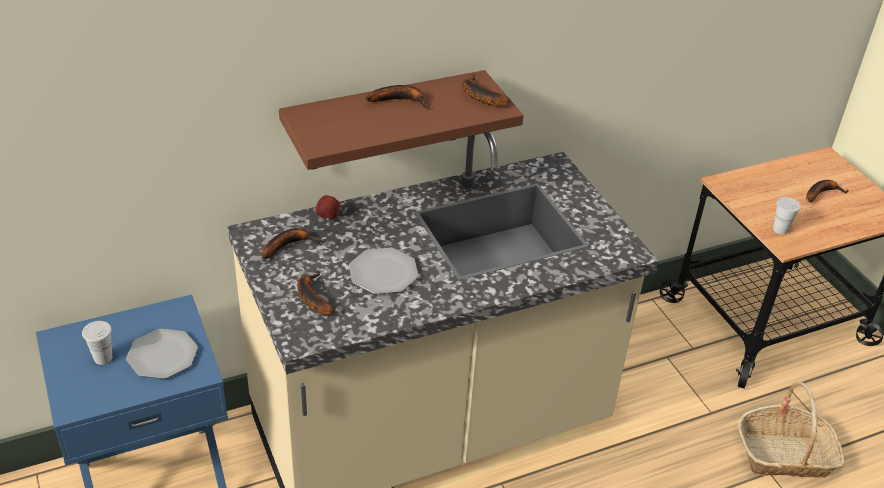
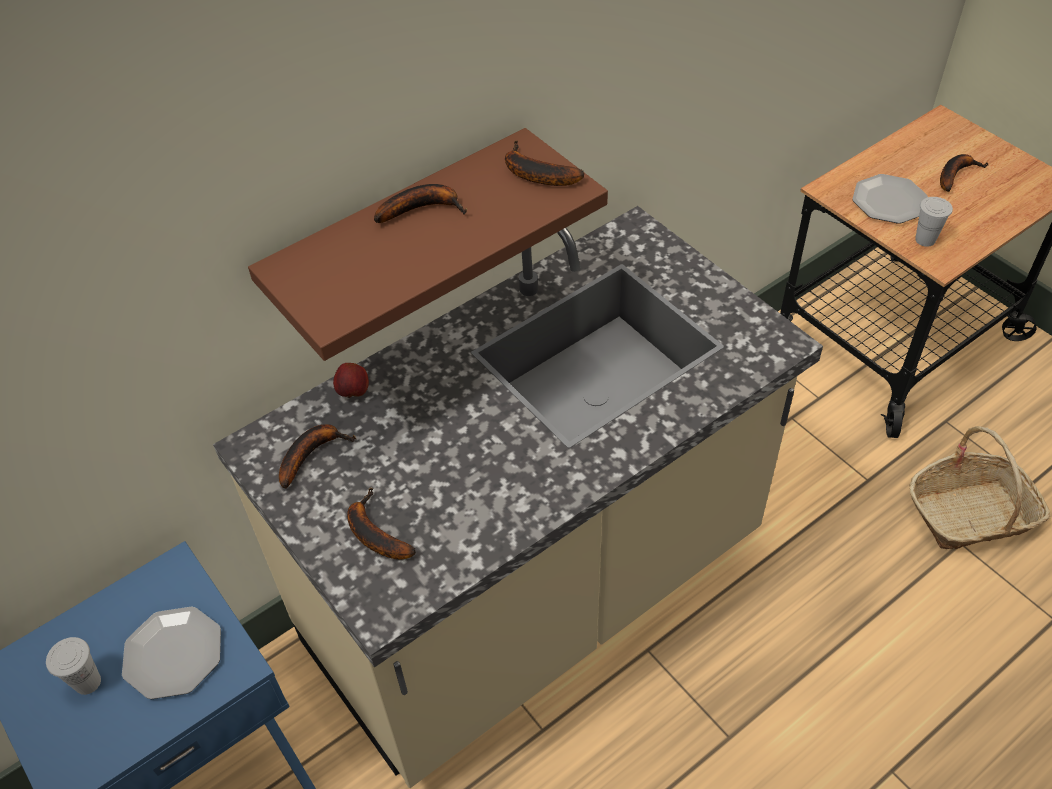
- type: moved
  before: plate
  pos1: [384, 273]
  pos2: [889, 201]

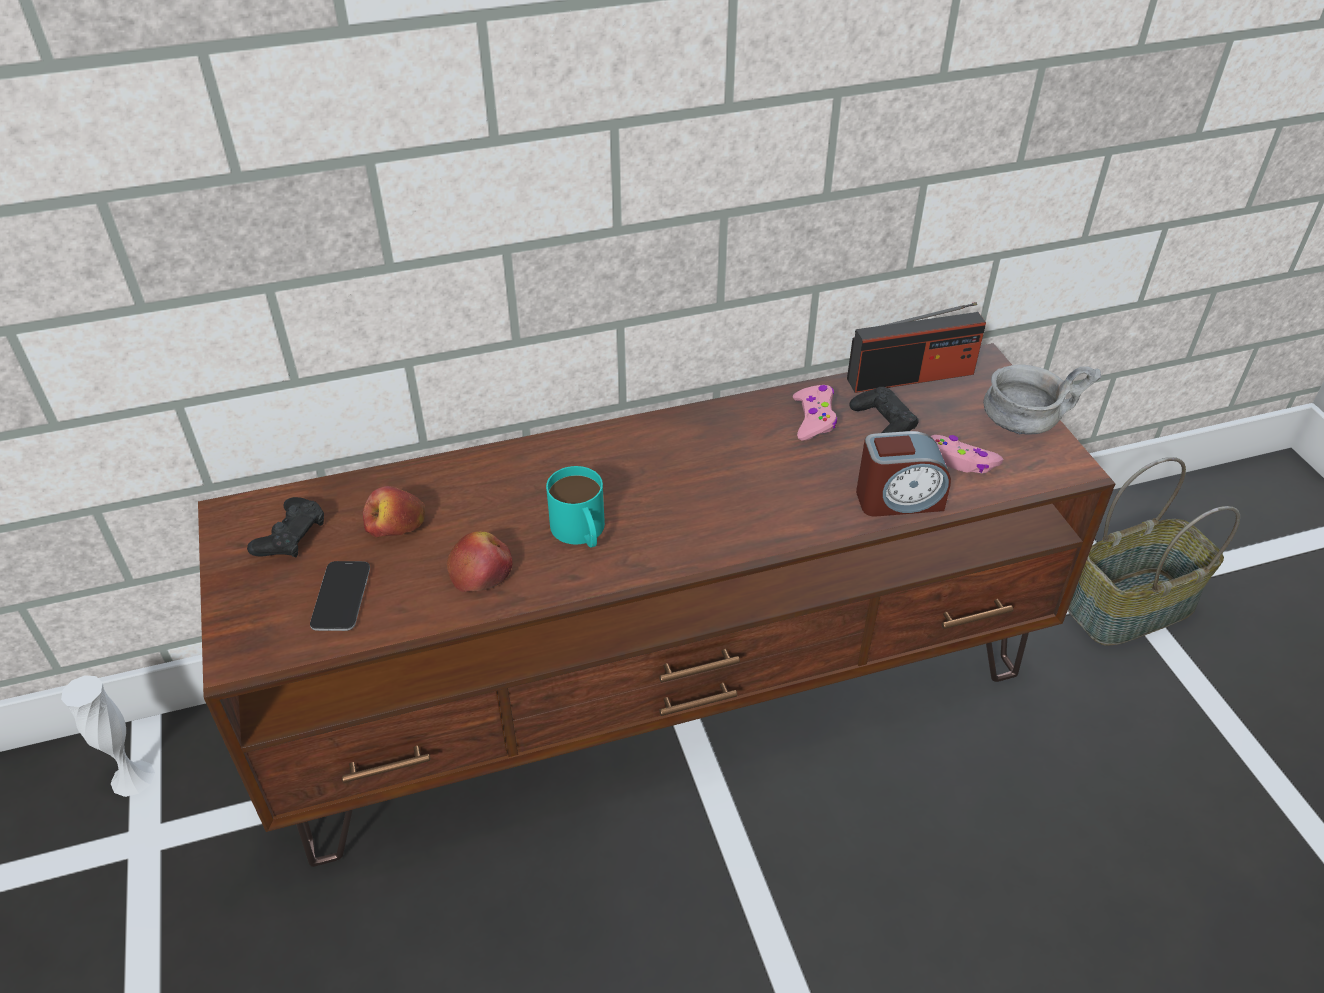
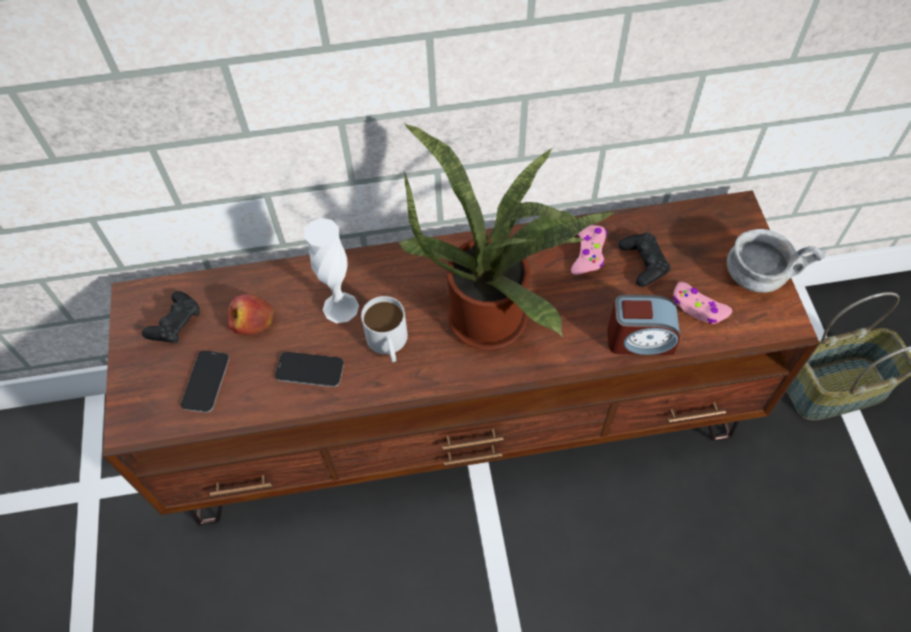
- type: moved
  before: white-coloured flower vase
  pos1: [132, 778]
  pos2: [340, 307]
- type: replaced
  before: apple
  after: phone
  pos1: [481, 570]
  pos2: [310, 370]
- type: recoloured
  before: turquoise-coloured coffee mug
  after: white-coloured coffee mug
  pos1: [581, 532]
  pos2: [388, 343]
- type: removed
  before: radio receiver
  pos1: [911, 376]
- type: added
  after: potted plant
  pos2: [494, 313]

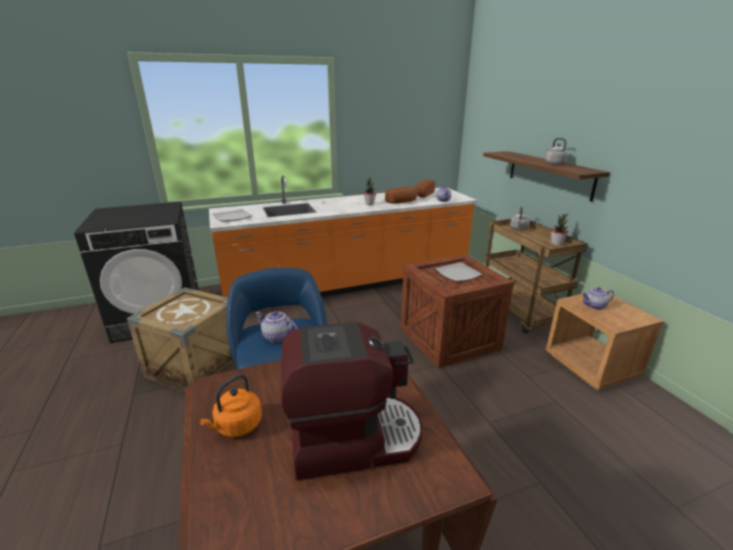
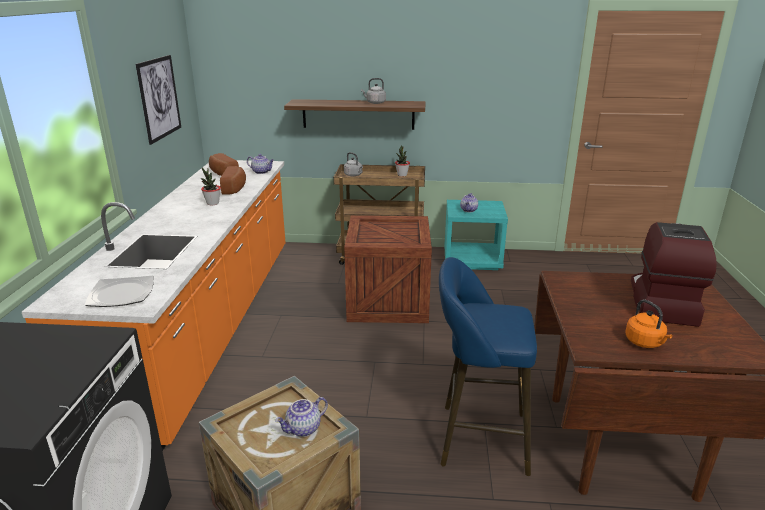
- type: moved
  before: pot for tea
  pos1: [277, 337]
  pos2: [303, 429]
- type: removed
  before: plate
  pos1: [457, 274]
- type: recoloured
  before: brown bedside table
  after: turquoise-coloured bedside table
  pos1: [591, 366]
  pos2: [472, 260]
- type: added
  after: wall art
  pos2: [159, 98]

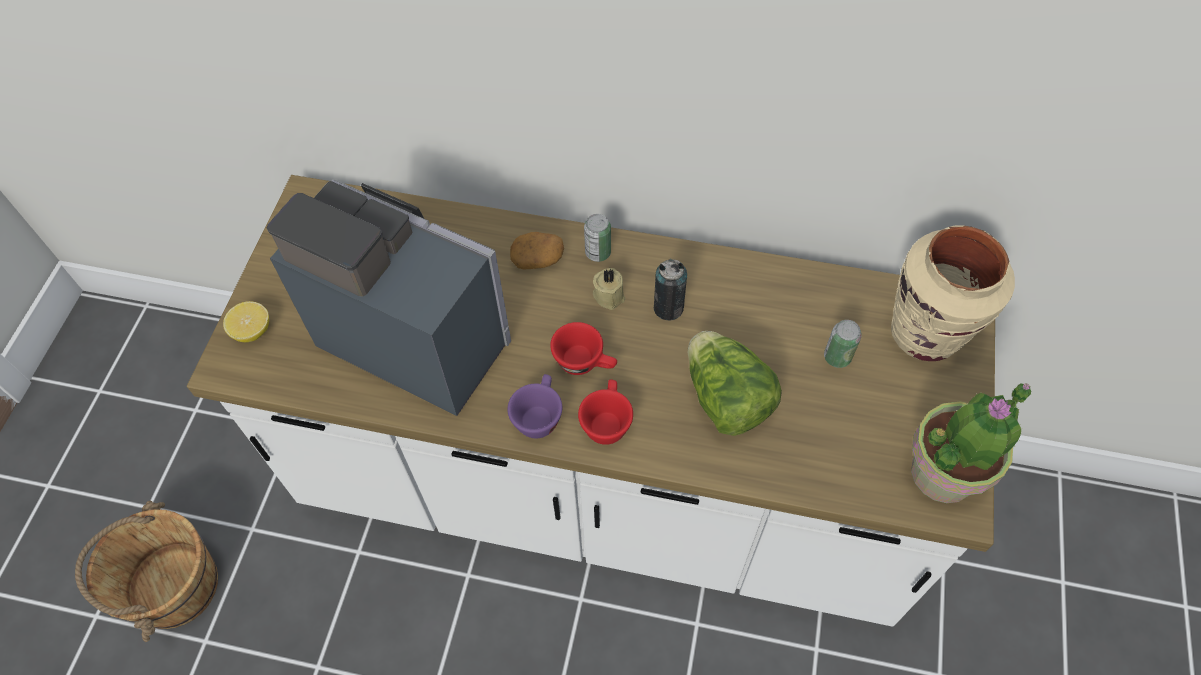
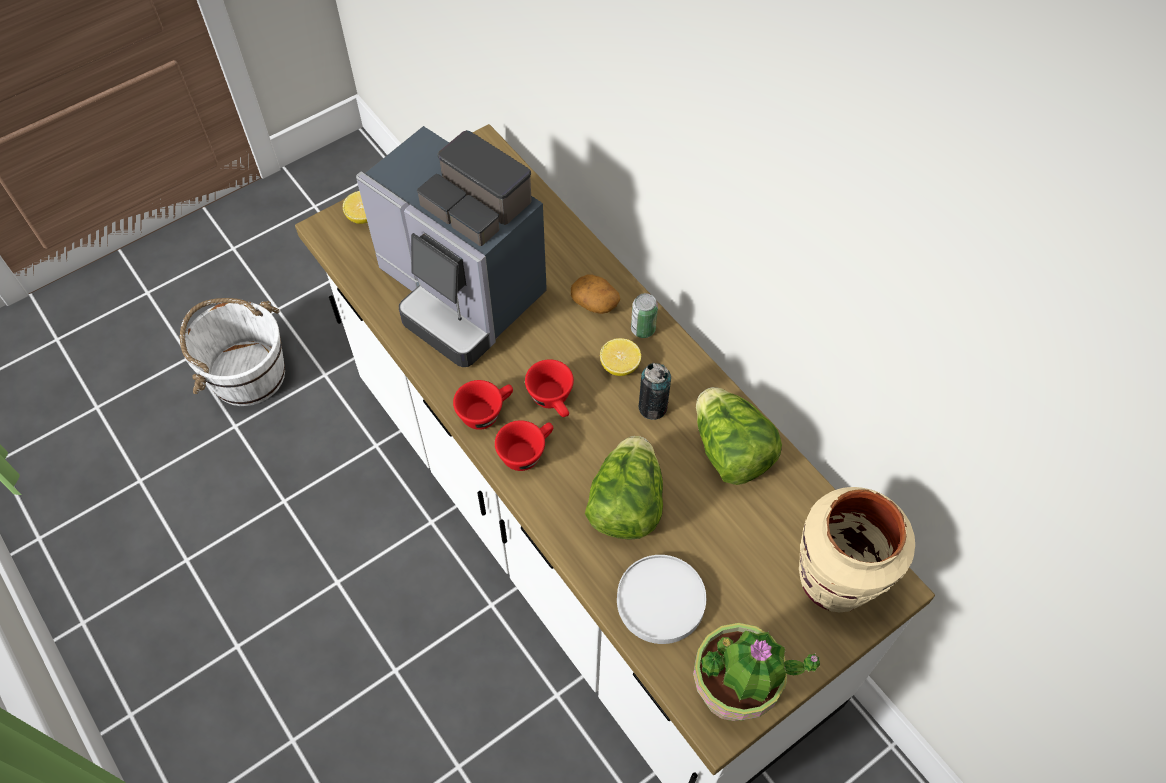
- type: recoloured
  before: brown bucket
  after: white-coloured bucket
  pos1: [173, 586]
  pos2: [247, 374]
- type: turned
  before: coffee brewer
  pos1: [414, 333]
  pos2: [461, 293]
  turn: 150
- type: recoloured
  before: purple-coloured small cup
  after: red-coloured small cup
  pos1: [538, 415]
  pos2: [486, 412]
- type: replaced
  before: sand-coloured candle
  after: lemon
  pos1: [609, 295]
  pos2: [619, 366]
- type: removed
  before: metal can
  pos1: [837, 357]
- type: added
  after: white-coloured plate
  pos2: [660, 601]
- type: added
  after: lettuce
  pos2: [729, 451]

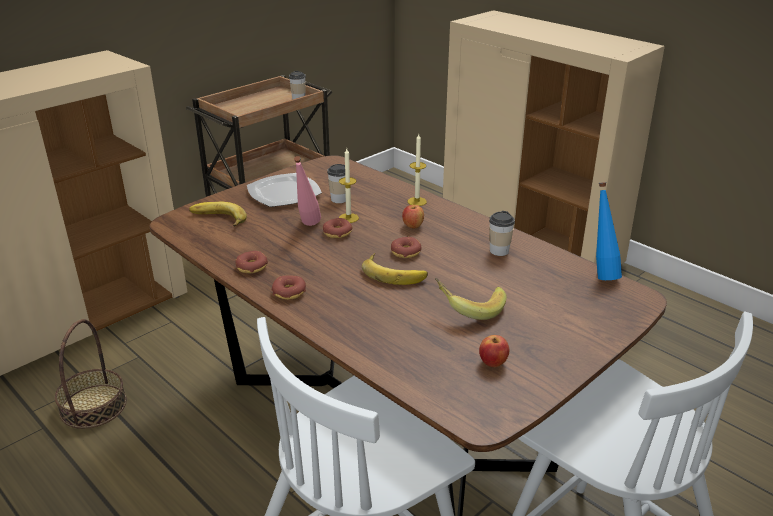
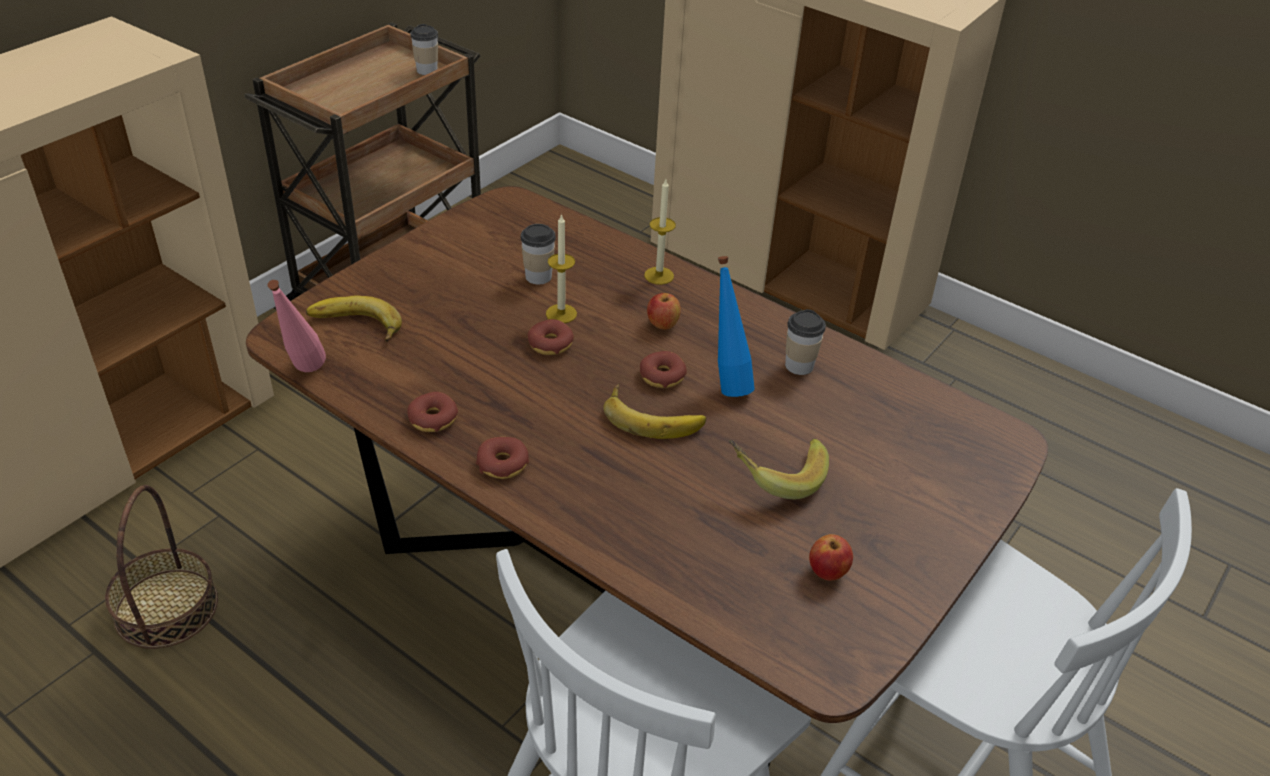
- type: removed
  before: plate
  pos1: [284, 192]
- type: moved
  before: pink-coloured drink bottle
  pos1: [307, 227]
  pos2: [304, 375]
- type: moved
  before: bluish drink bottle
  pos1: [601, 274]
  pos2: [726, 382]

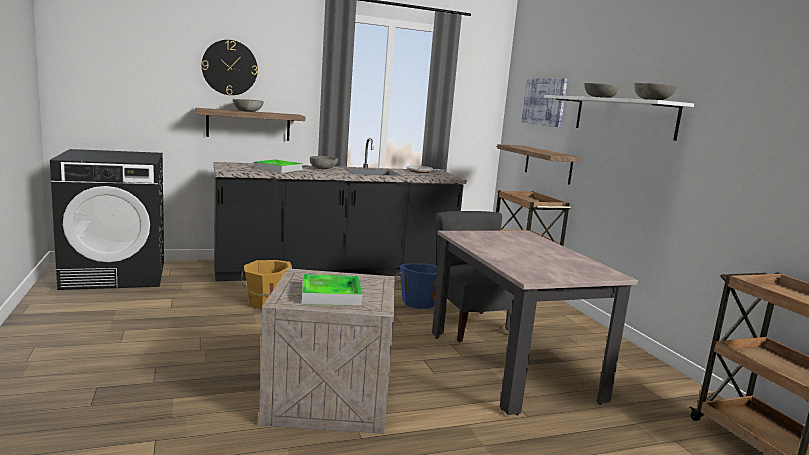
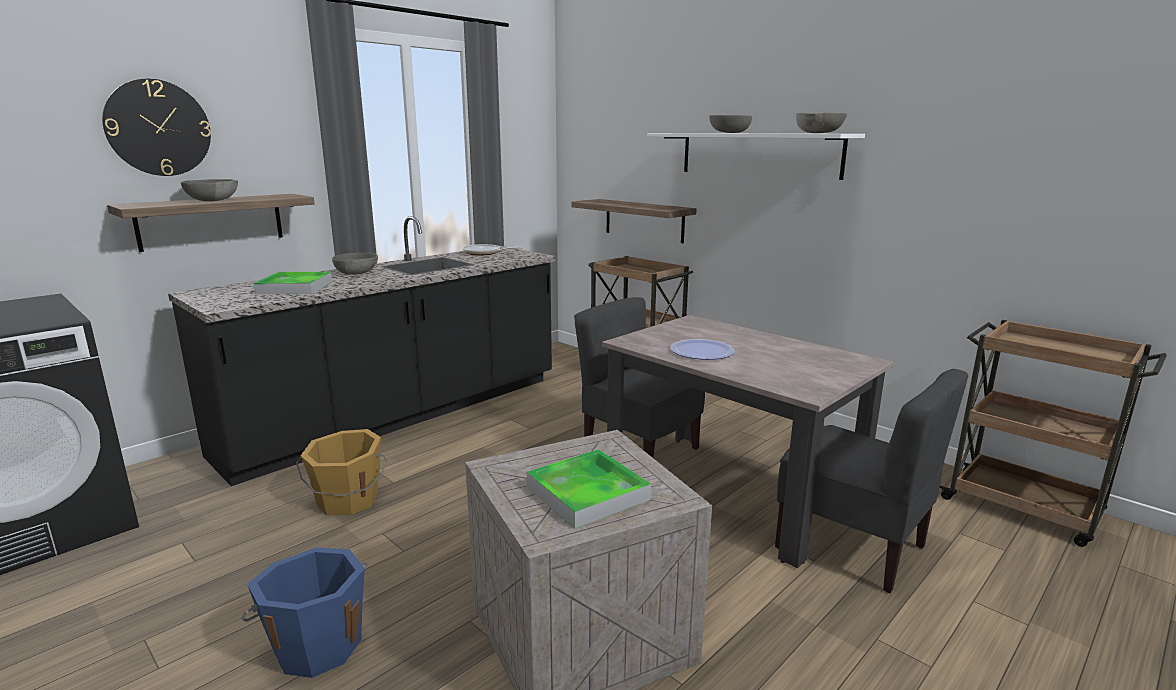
- type: moved
  before: bluish bucket
  pos1: [419, 302]
  pos2: [317, 645]
- type: removed
  before: wall art
  pos1: [544, 102]
- type: added
  after: plate
  pos2: [702, 351]
- type: added
  after: greyish chair
  pos2: [851, 546]

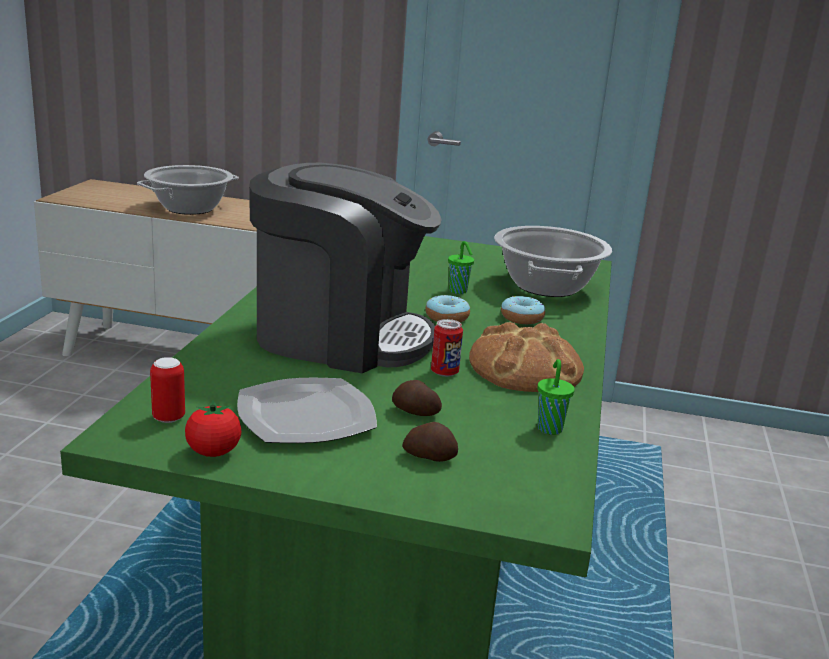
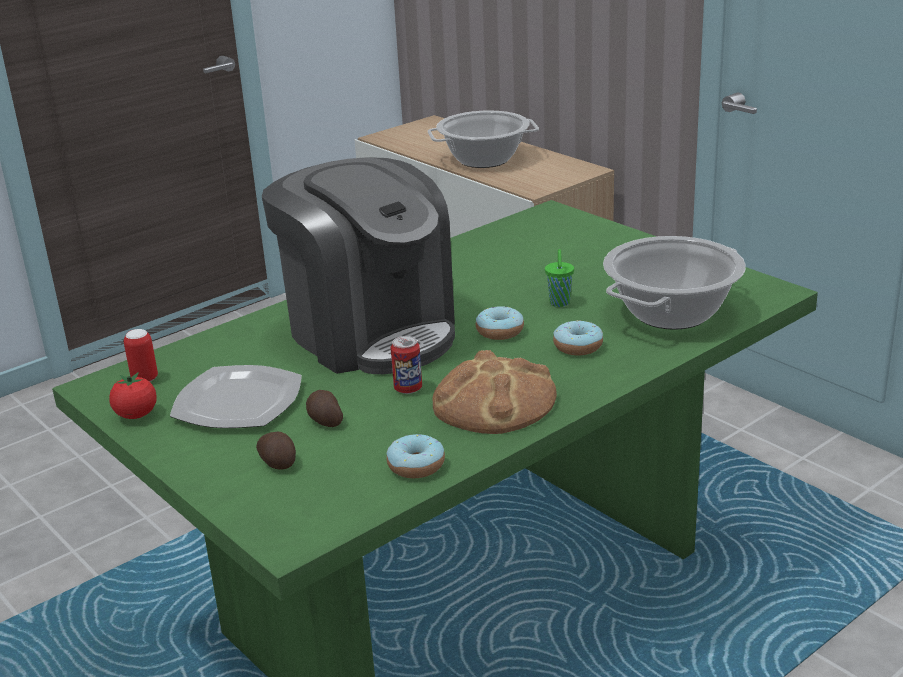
- type: replaced
  before: green-coloured small cup
  after: doughnut
  pos1: [549, 428]
  pos2: [416, 466]

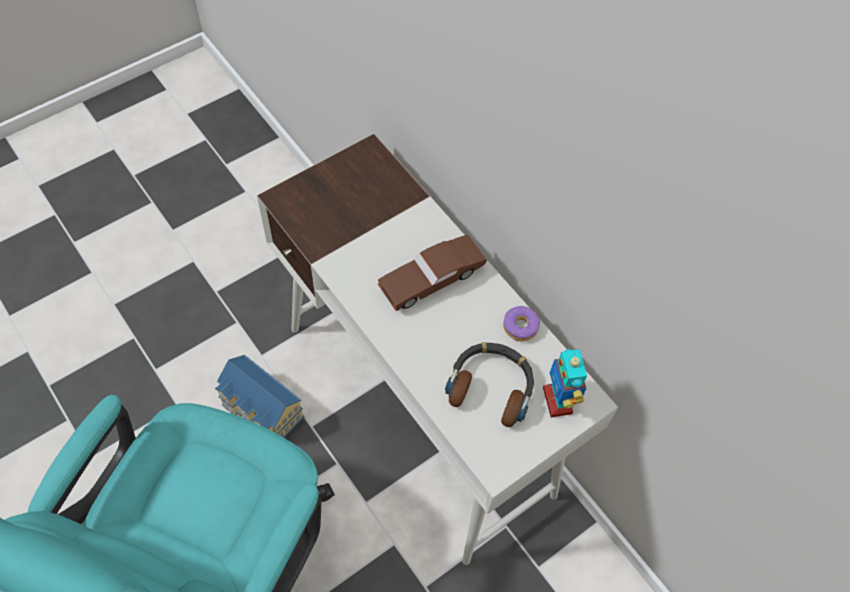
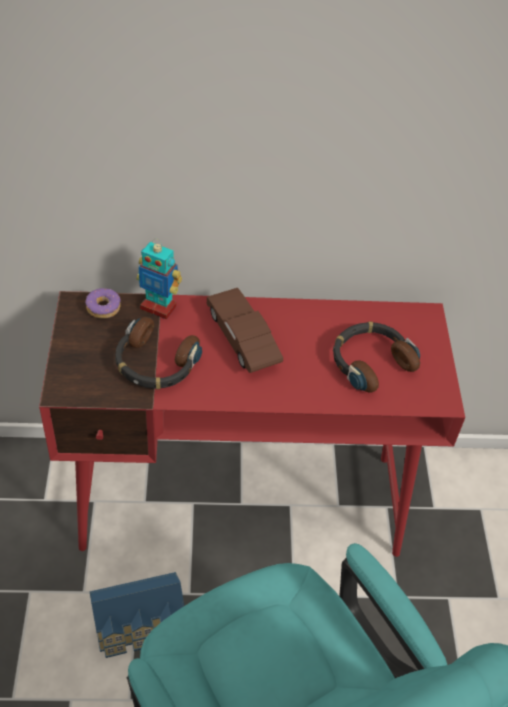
- type: recoloured
  before: white-coloured desk unit
  after: red-coloured desk unit
  pos1: [419, 410]
  pos2: [242, 501]
- type: turned
  before: brown model car
  pos1: [432, 279]
  pos2: [243, 339]
  turn: 150
- type: moved
  before: doughnut
  pos1: [520, 327]
  pos2: [103, 307]
- type: moved
  before: toy robot
  pos1: [558, 400]
  pos2: [158, 307]
- type: added
  after: headphones
  pos2: [155, 363]

